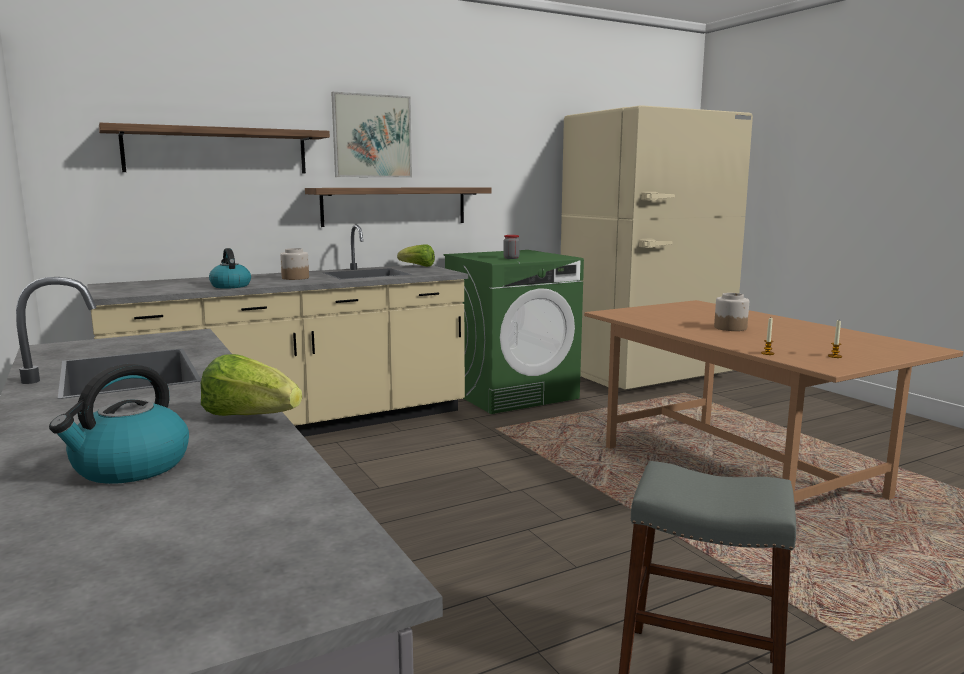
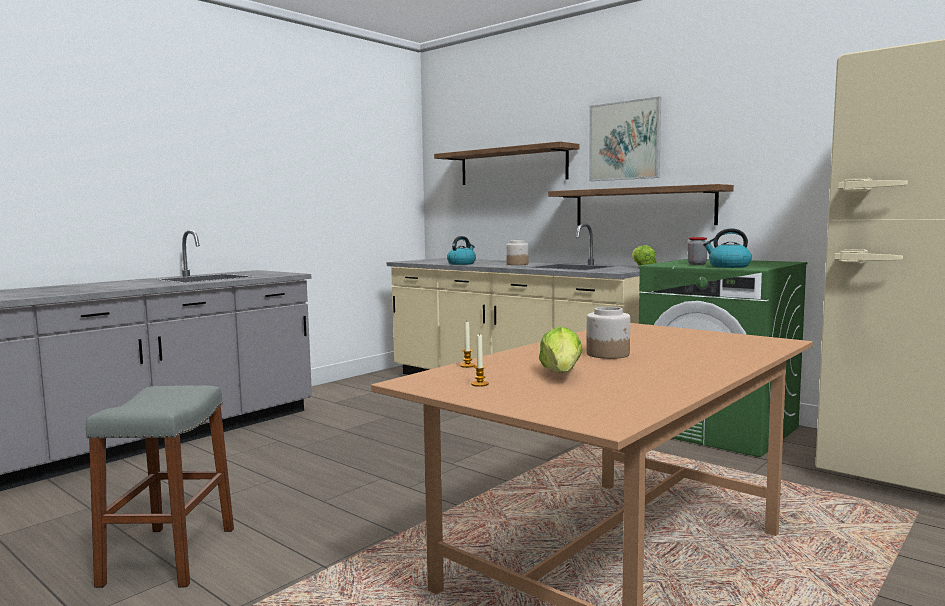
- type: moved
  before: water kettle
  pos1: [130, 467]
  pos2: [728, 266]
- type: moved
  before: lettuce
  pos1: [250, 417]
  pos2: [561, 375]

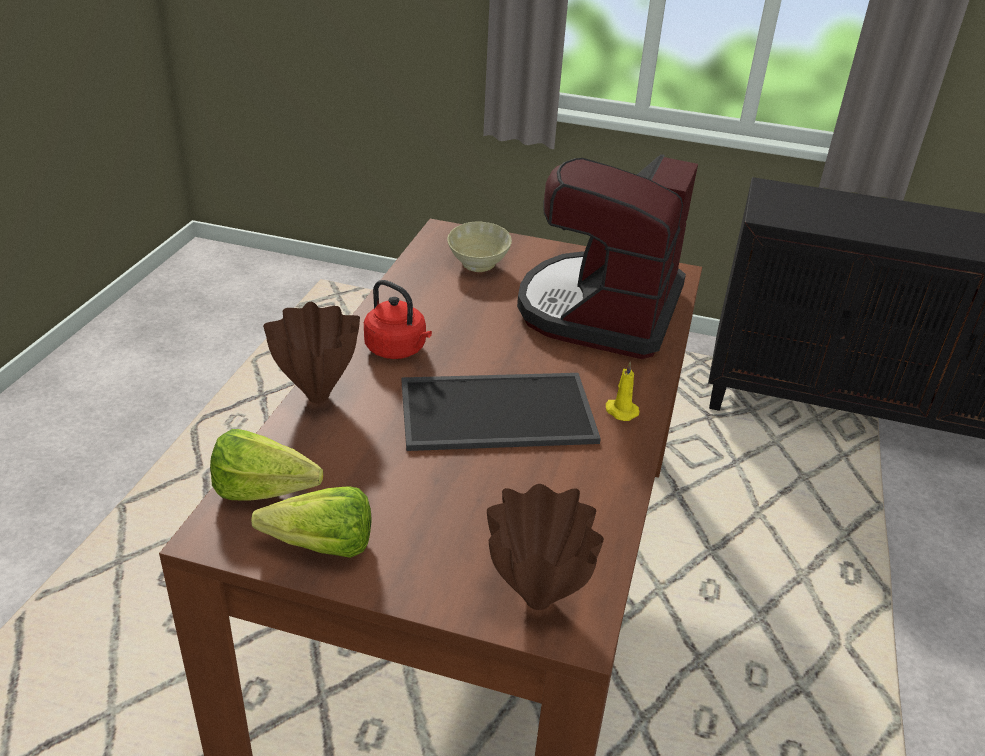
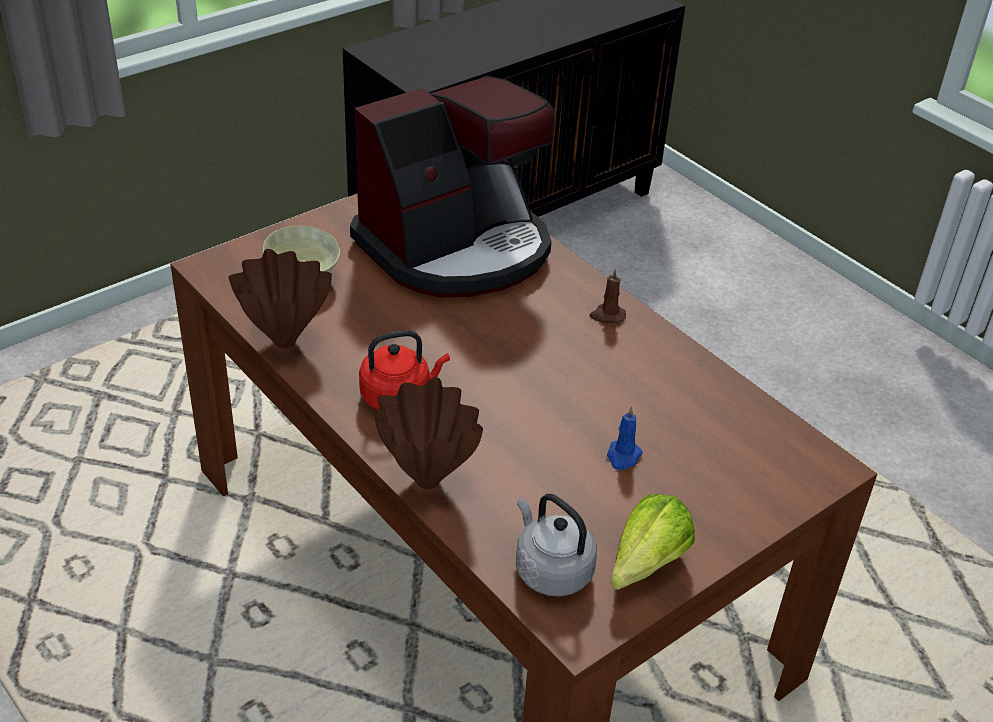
- type: replaced
  before: lettuce
  after: greyish water kettle
  pos1: [271, 494]
  pos2: [550, 570]
- type: removed
  before: serving tray
  pos1: [498, 410]
- type: moved
  before: brown flower vase
  pos1: [536, 598]
  pos2: [283, 342]
- type: turned
  before: coffee brewer
  pos1: [601, 310]
  pos2: [456, 248]
  turn: -90
- type: recoloured
  before: yellow-coloured candle
  after: brown candle
  pos1: [620, 411]
  pos2: [607, 316]
- type: added
  after: bluish candle
  pos2: [623, 456]

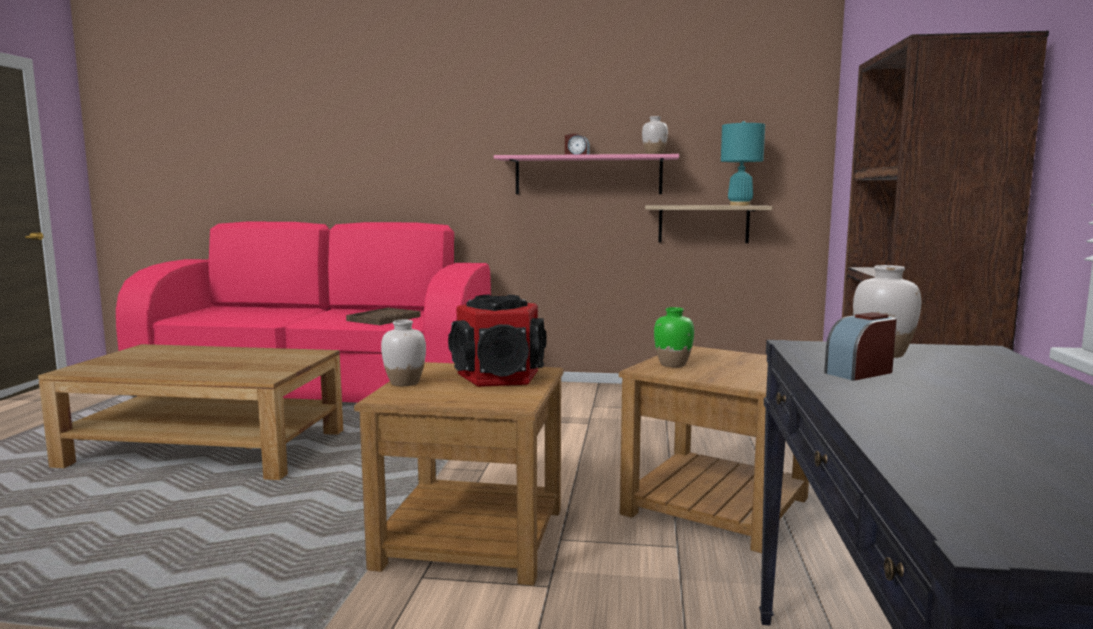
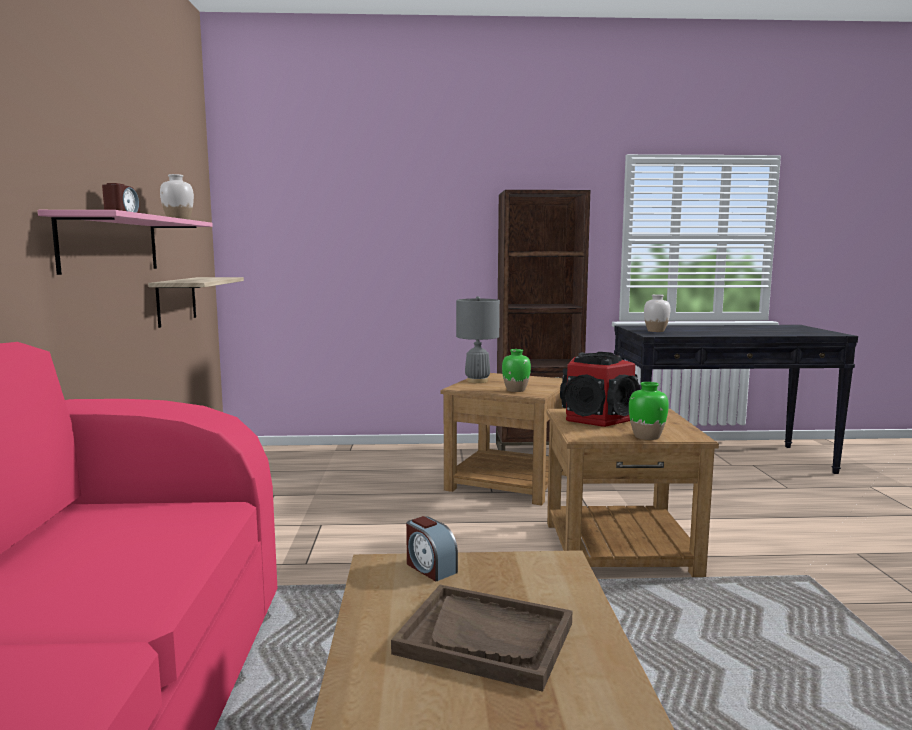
- type: moved
  before: brown serving tray
  pos1: [384, 318]
  pos2: [485, 638]
- type: recoloured
  before: white-coloured flower vase
  after: green-coloured flower vase
  pos1: [404, 383]
  pos2: [647, 437]
- type: removed
  before: turquoise-coloured lamp for a table
  pos1: [740, 205]
- type: moved
  before: alarm clock
  pos1: [859, 372]
  pos2: [430, 568]
- type: added
  after: greyish lamp for a table
  pos2: [477, 381]

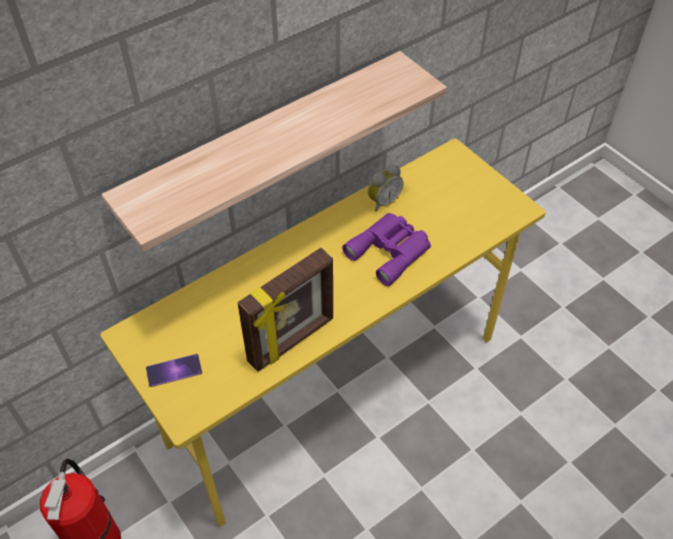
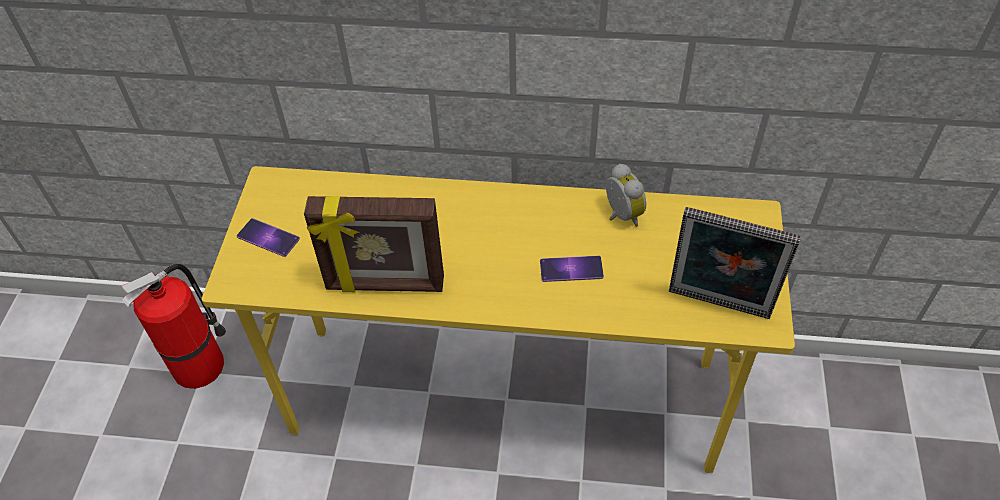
- type: removed
  before: shelf
  pos1: [265, 147]
- type: replaced
  before: purple-coloured pair of binoculars
  after: phone
  pos1: [390, 251]
  pos2: [571, 269]
- type: turned
  before: alarm clock
  pos1: [383, 201]
  pos2: [620, 216]
  turn: -120
- type: added
  after: picture frame
  pos2: [717, 307]

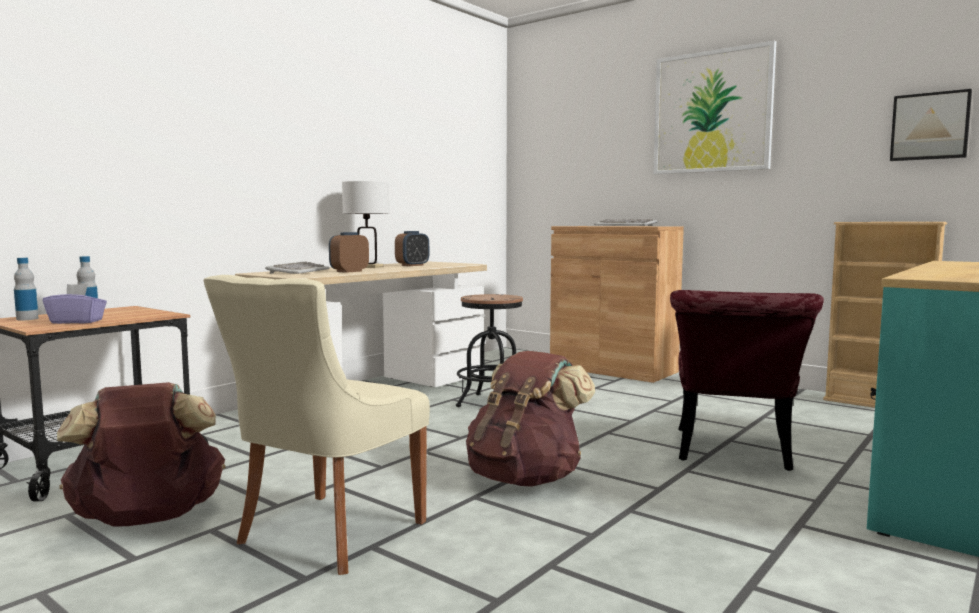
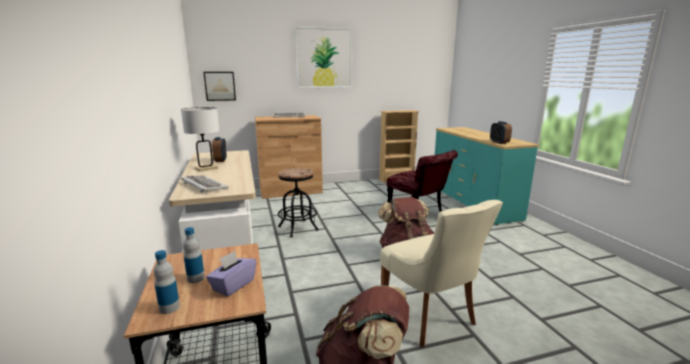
- type: moved
  before: alarm clock
  pos1: [349, 271]
  pos2: [499, 142]
- type: moved
  before: wall art
  pos1: [930, 126]
  pos2: [220, 86]

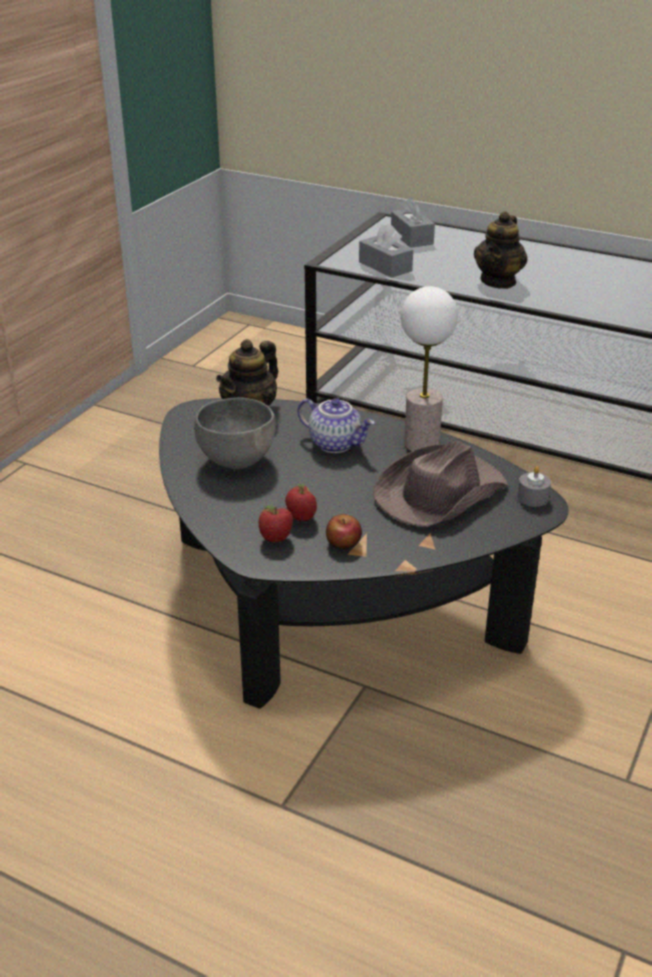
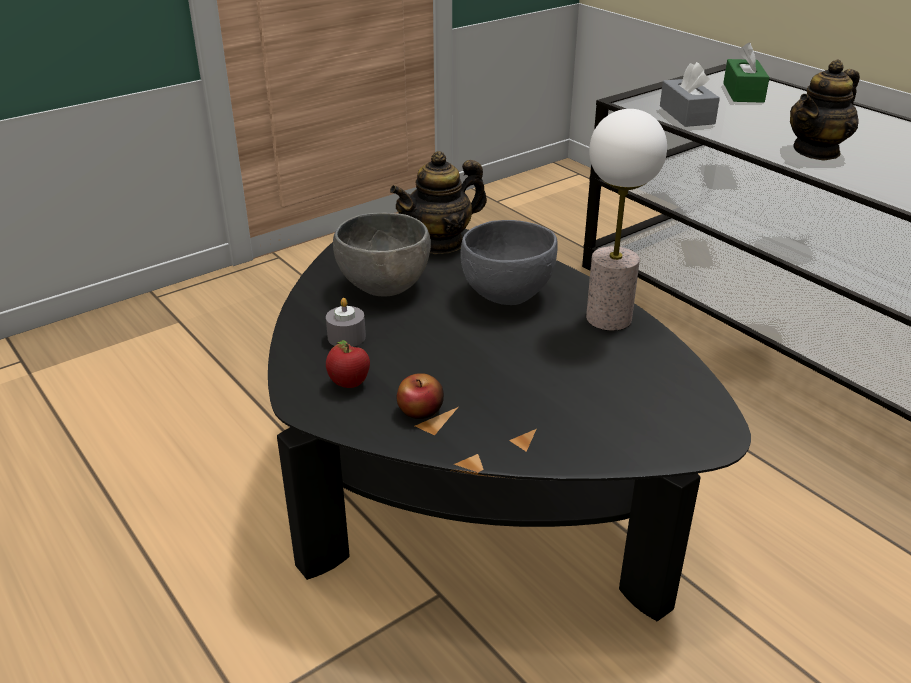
- type: removed
  before: apple
  pos1: [301, 518]
- type: replaced
  before: pot for tea
  after: greyish deep dish
  pos1: [336, 444]
  pos2: [507, 294]
- type: removed
  before: brown hat
  pos1: [439, 493]
- type: recoloured
  before: greyish tissue box
  after: green-coloured tissue box
  pos1: [411, 238]
  pos2: [743, 92]
- type: moved
  before: greyish candle
  pos1: [533, 497]
  pos2: [346, 337]

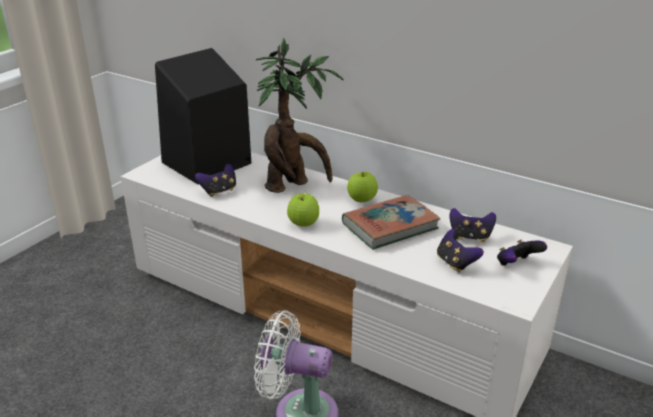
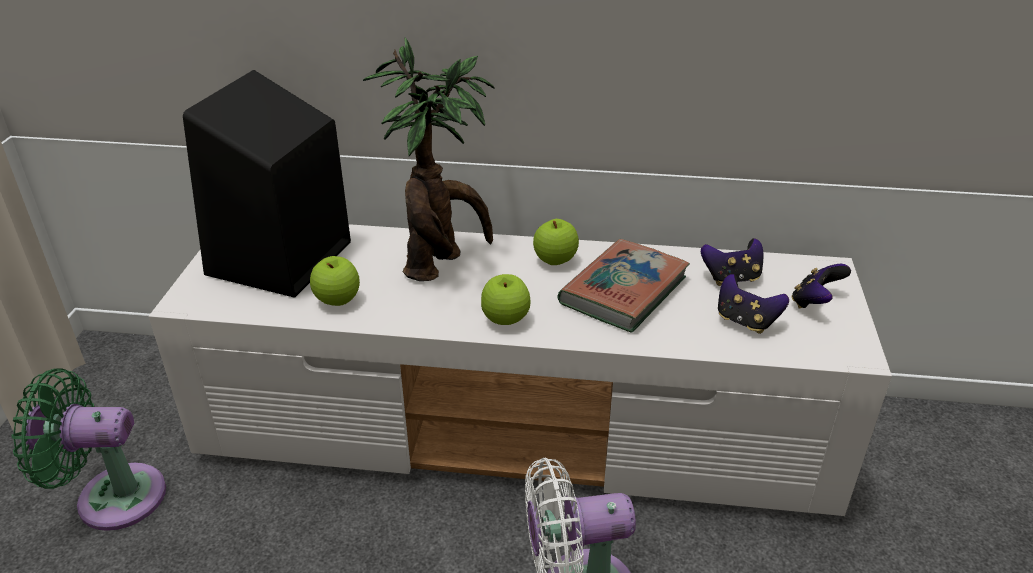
- type: replaced
  before: joypad
  after: apple
  pos1: [219, 191]
  pos2: [337, 300]
- type: added
  after: green-coloured fan
  pos2: [112, 497]

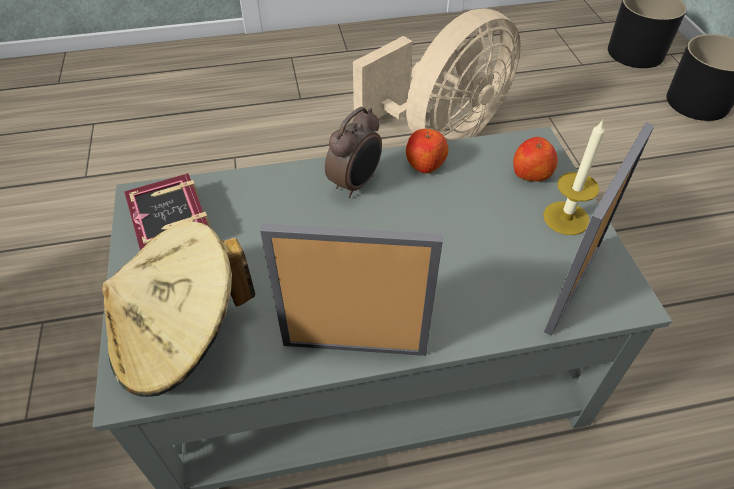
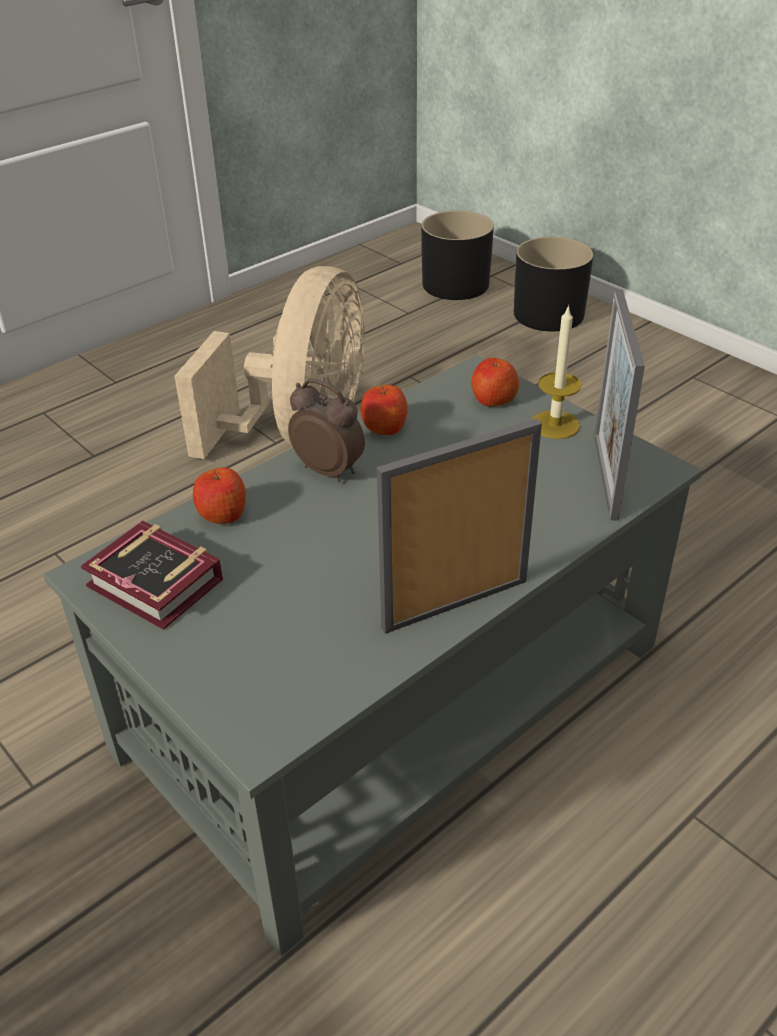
- type: removed
  before: sand-coloured hat
  pos1: [181, 335]
- type: turned
  before: alarm clock
  pos1: [356, 184]
  pos2: [329, 470]
  turn: -60
- type: added
  after: apple
  pos2: [222, 514]

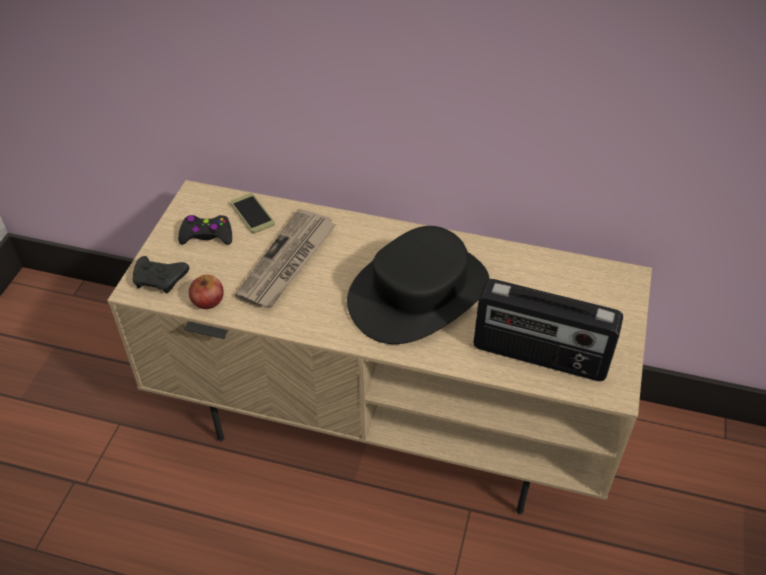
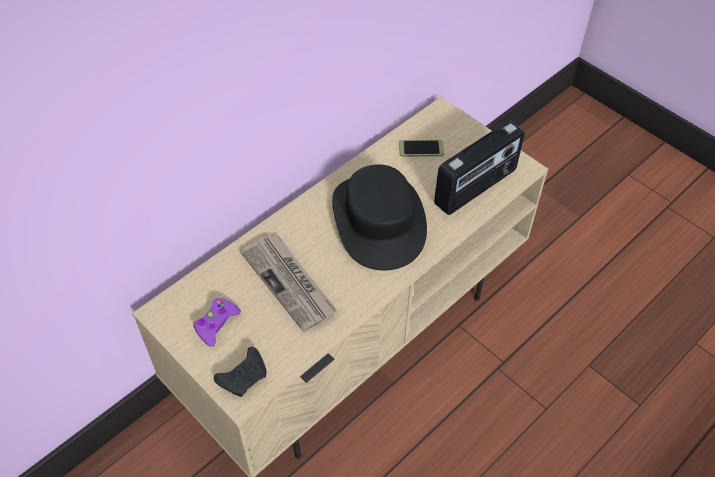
- type: recoloured
  before: black joypad
  after: purple-coloured joypad
  pos1: [206, 235]
  pos2: [216, 324]
- type: removed
  before: apple
  pos1: [208, 300]
- type: moved
  before: phone
  pos1: [252, 214]
  pos2: [421, 149]

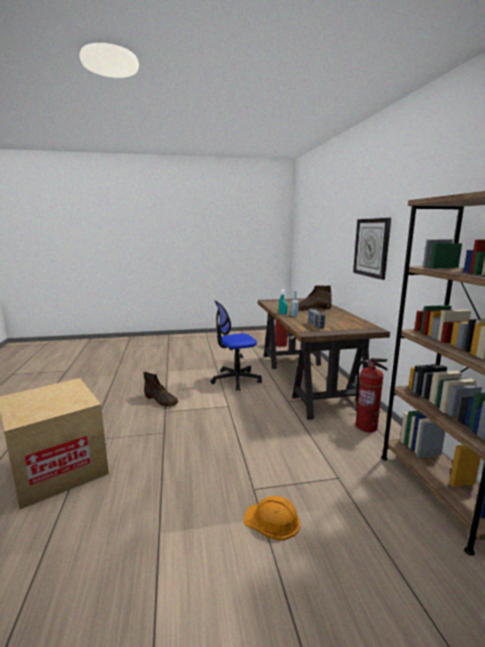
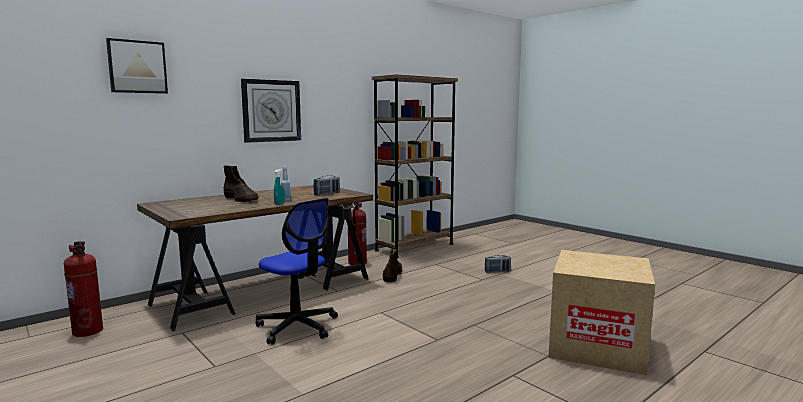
- type: moved
  before: brown tall boot
  pos1: [161, 400]
  pos2: [392, 275]
- type: replaced
  before: orangey work helmet
  after: radio receiver
  pos1: [272, 521]
  pos2: [497, 271]
- type: added
  after: wall art
  pos2: [137, 67]

